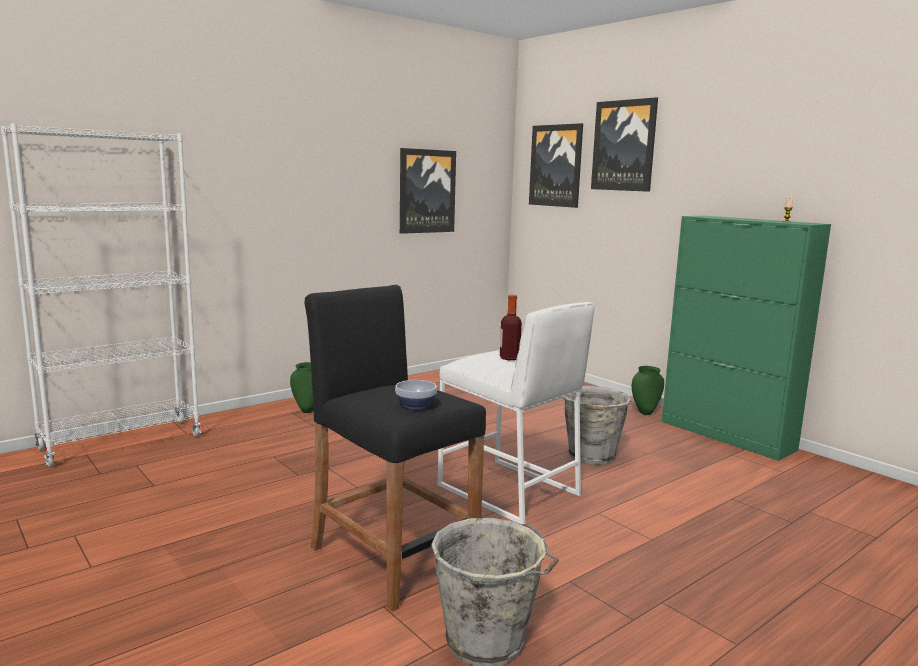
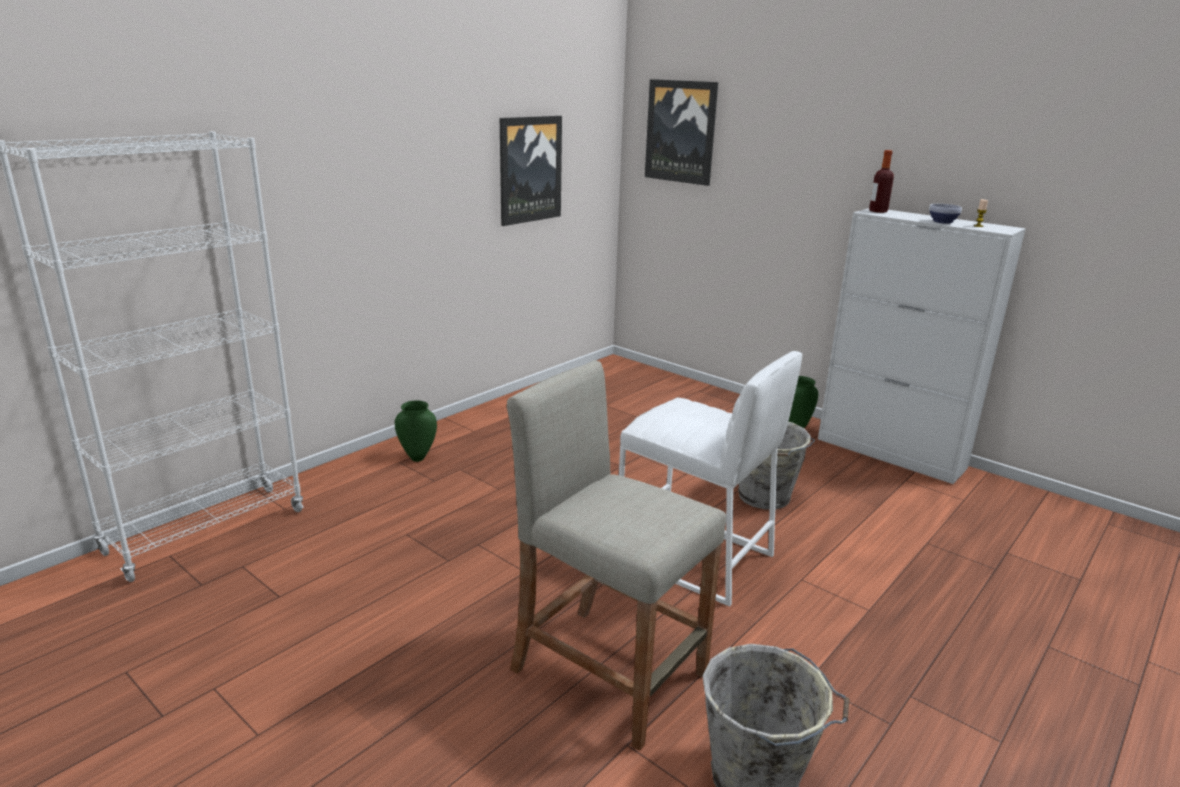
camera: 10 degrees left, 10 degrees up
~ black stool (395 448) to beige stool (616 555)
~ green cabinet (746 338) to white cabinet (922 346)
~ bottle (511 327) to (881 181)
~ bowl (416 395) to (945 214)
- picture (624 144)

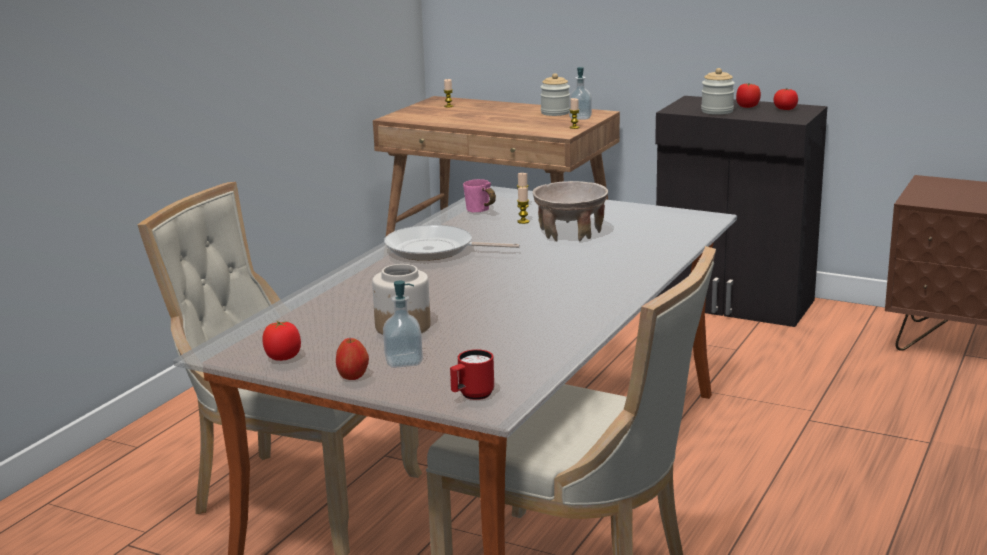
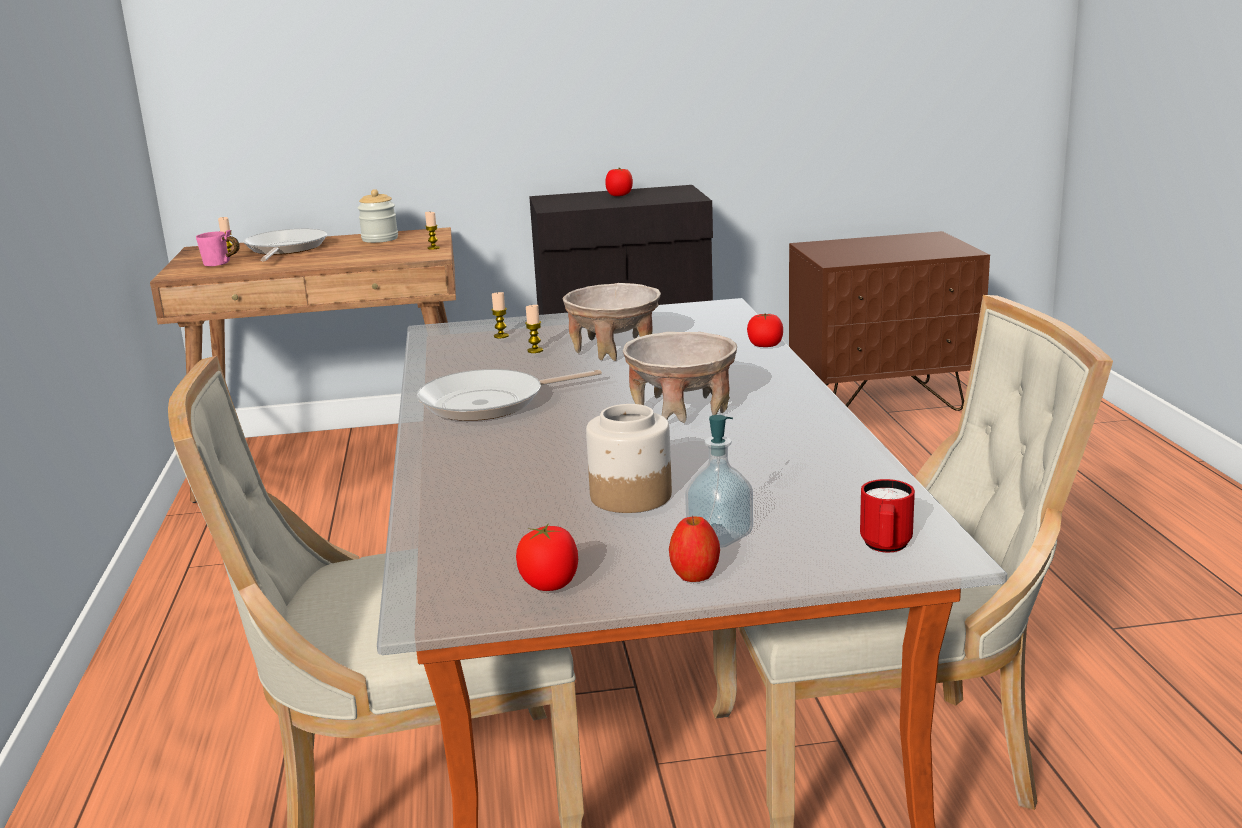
camera: 35 degrees left, 0 degrees up
~ pink mug (479 195) to (218 248)
+ frying pan (285 245)
+ beige bowl (680 377)
~ tomato (786 99) to (765 330)
- soap dispenser (580 93)
- jar (718 91)

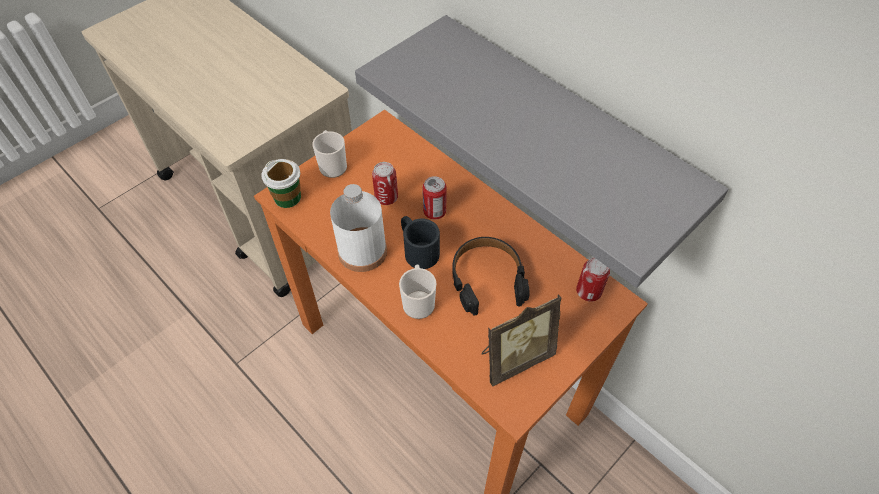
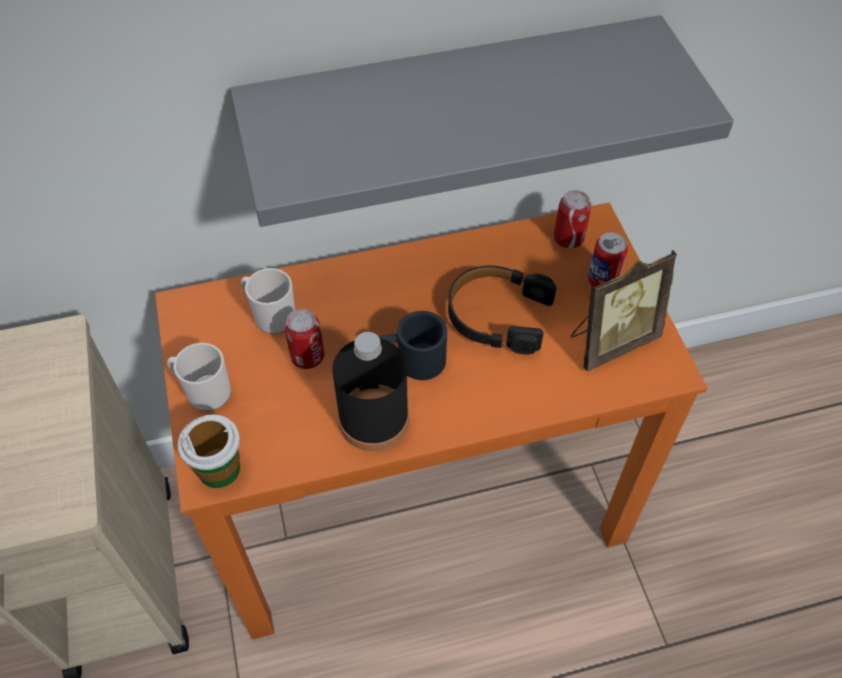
camera: 60 degrees left, 0 degrees up
~ mug (417 292) to (268 301)
~ white bottle (358 228) to black bottle (370 391)
~ picture frame (522 340) = (624 310) 60 degrees clockwise
~ can (435 198) to (608 260)

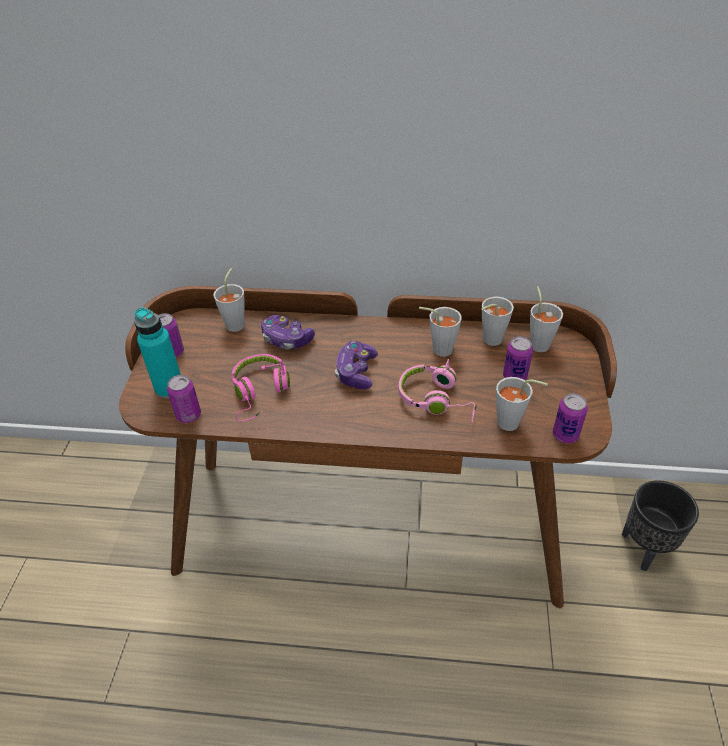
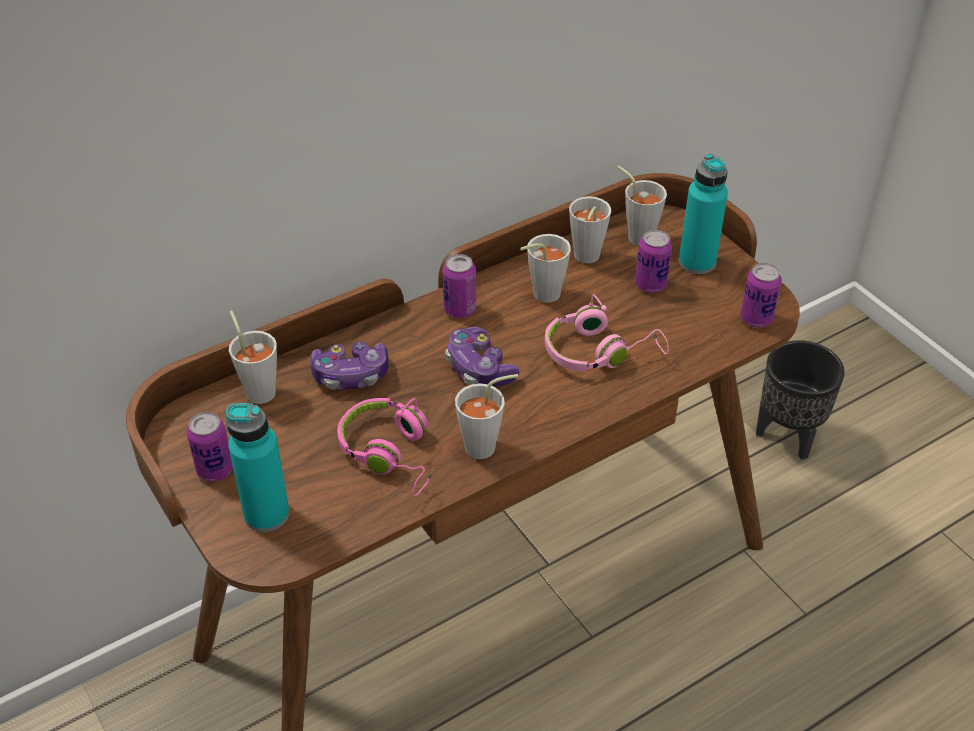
camera: 40 degrees left, 0 degrees up
~ can (184 399) to (459 286)
~ grey cup (522 404) to (486 416)
+ turquoise bottle (703 214)

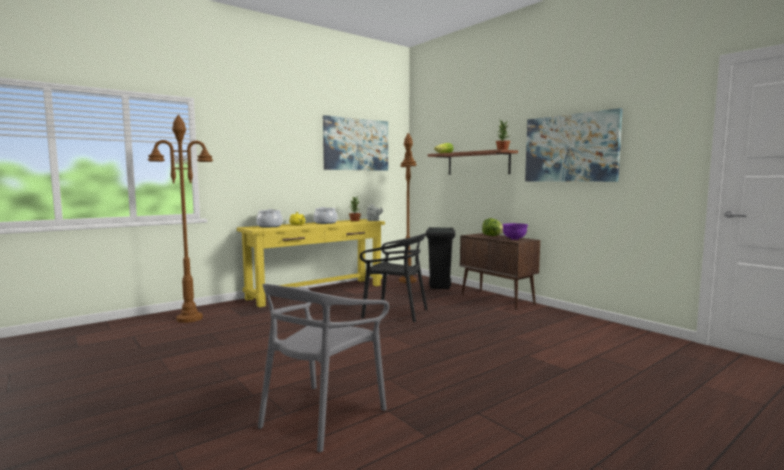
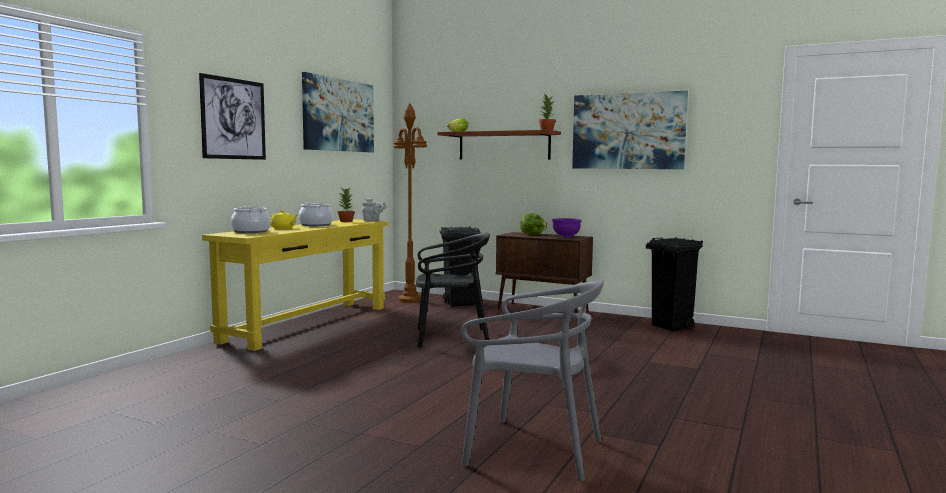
camera: 25 degrees left, 0 degrees up
+ picture (232 116)
~ grey chair (323 368) = (532 380) 75 degrees counterclockwise
+ black trash can (674 284)
- brown floor lamp (180 218)

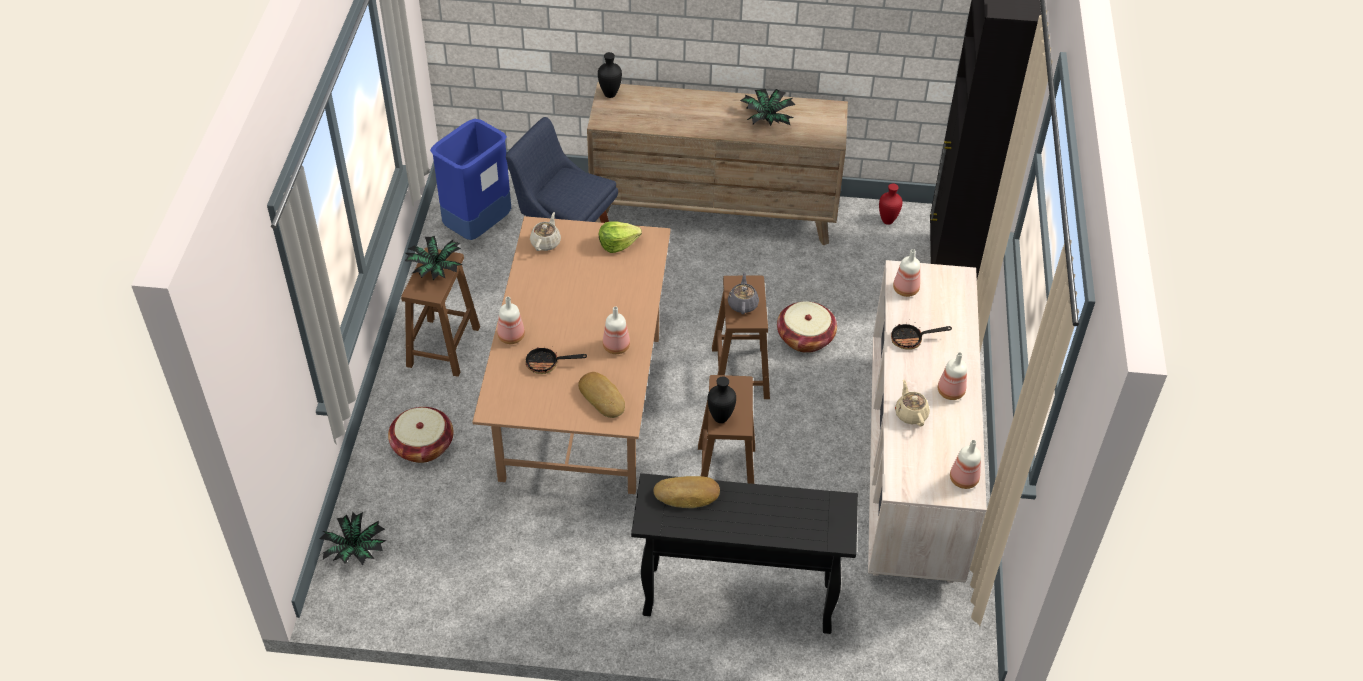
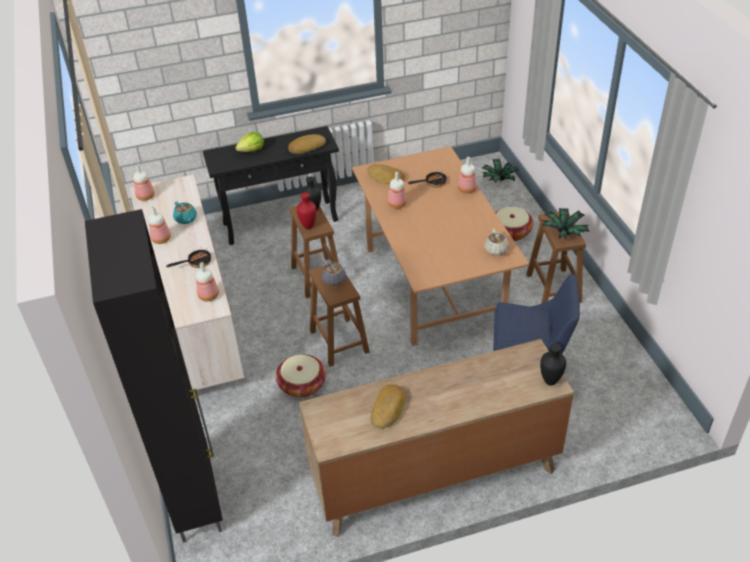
camera: 160 degrees right, 5 degrees down
~ beige teapot (912 402) to turquoise teapot (185 212)
~ lettuce (620 237) to (249 142)
~ red vase (891 204) to (307 211)
~ potted plant (767 107) to bread (387 406)
- blue trash can (470 179)

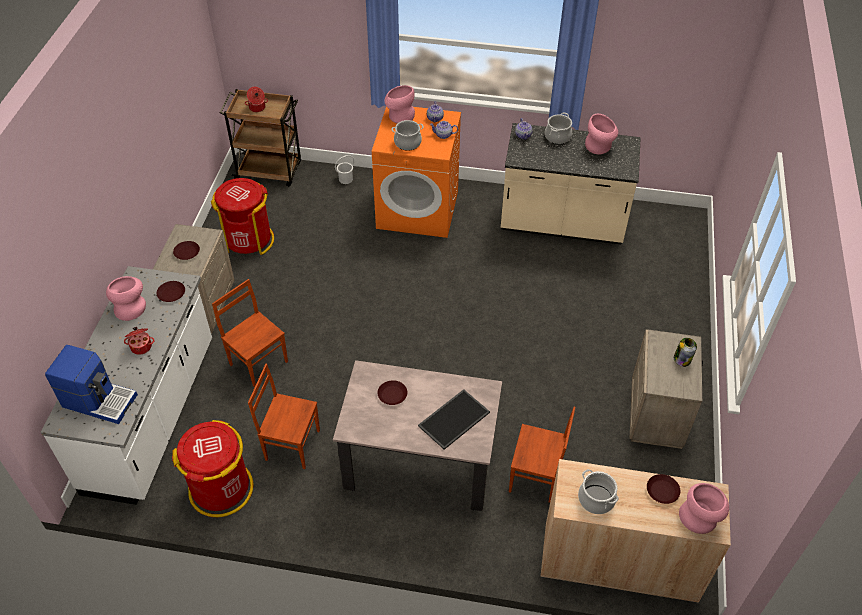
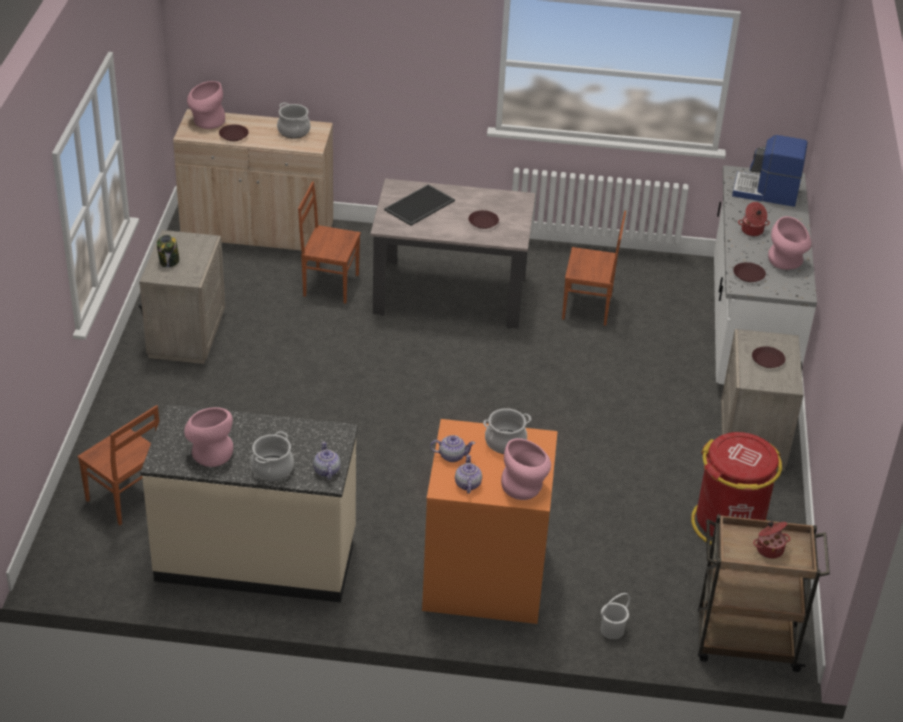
camera: 175 degrees right, 10 degrees down
~ brown chair (250 333) to (118 465)
- red trash can (212 468)

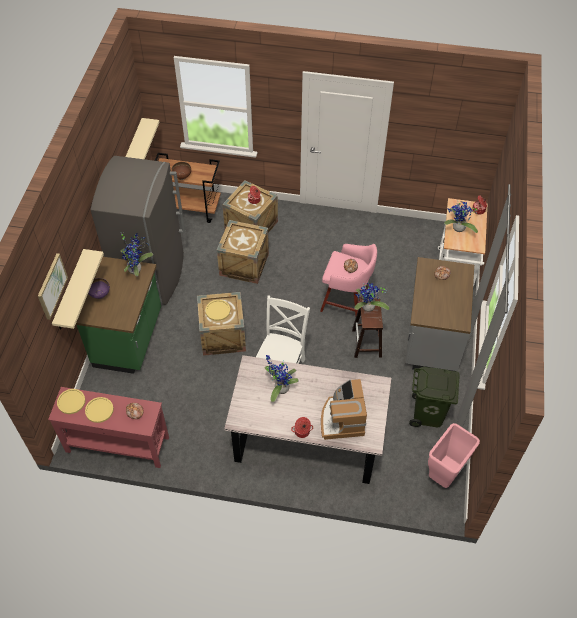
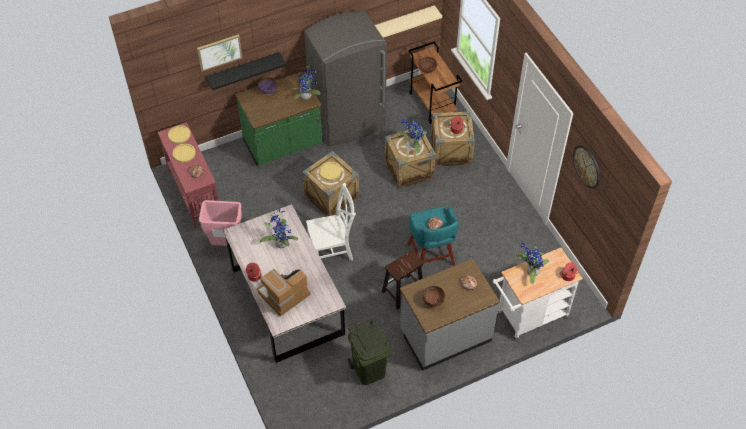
camera: 55 degrees right, 0 degrees up
~ pink trash can (454 455) to (220 223)
~ beige shelf (78 289) to black shelf (246 71)
~ potted plant (371 297) to (412 136)
~ pink stool (348 280) to turquoise stool (433 237)
+ brown bowl (434 296)
+ wall clock (586 166)

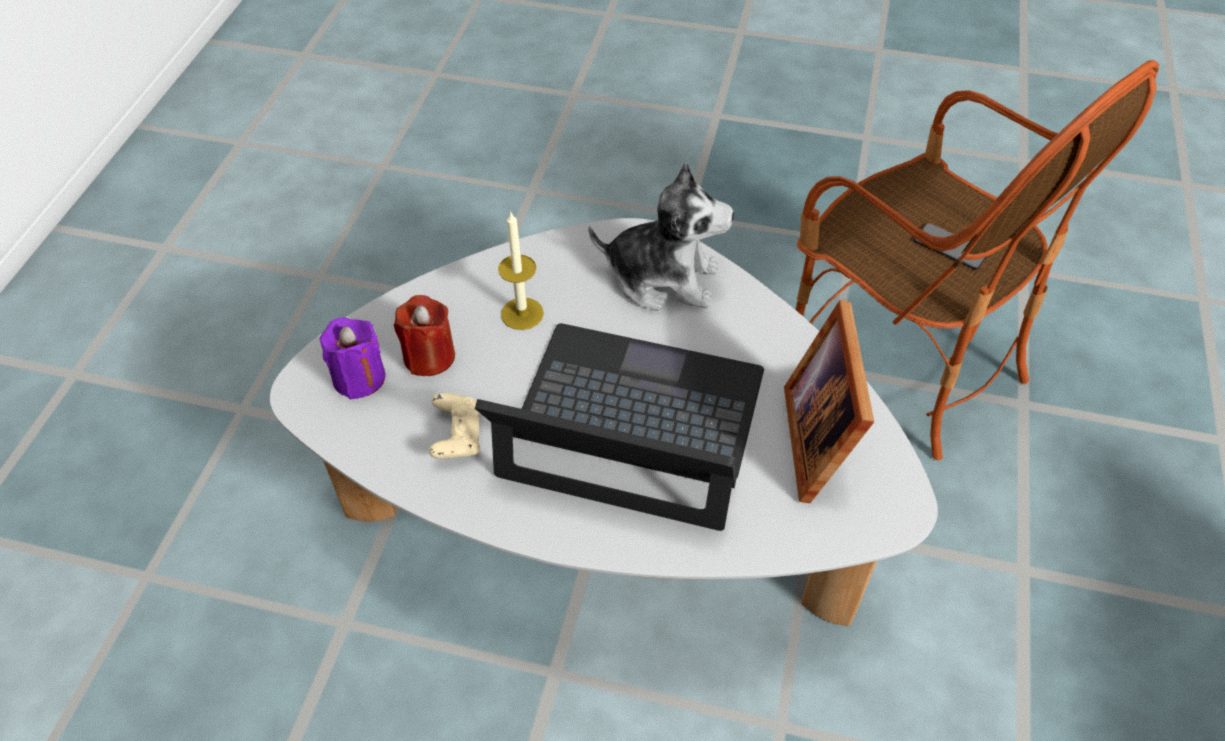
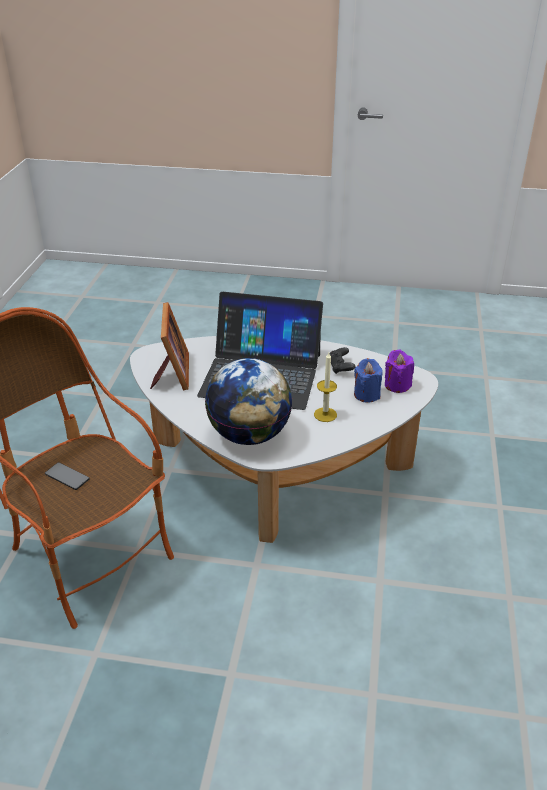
camera: 175 degrees right, 15 degrees down
~ plush toy (661 237) to globe (248 401)
~ beige game controller (455 426) to black game controller (342 360)
~ red candle (424 335) to blue candle (368 380)

